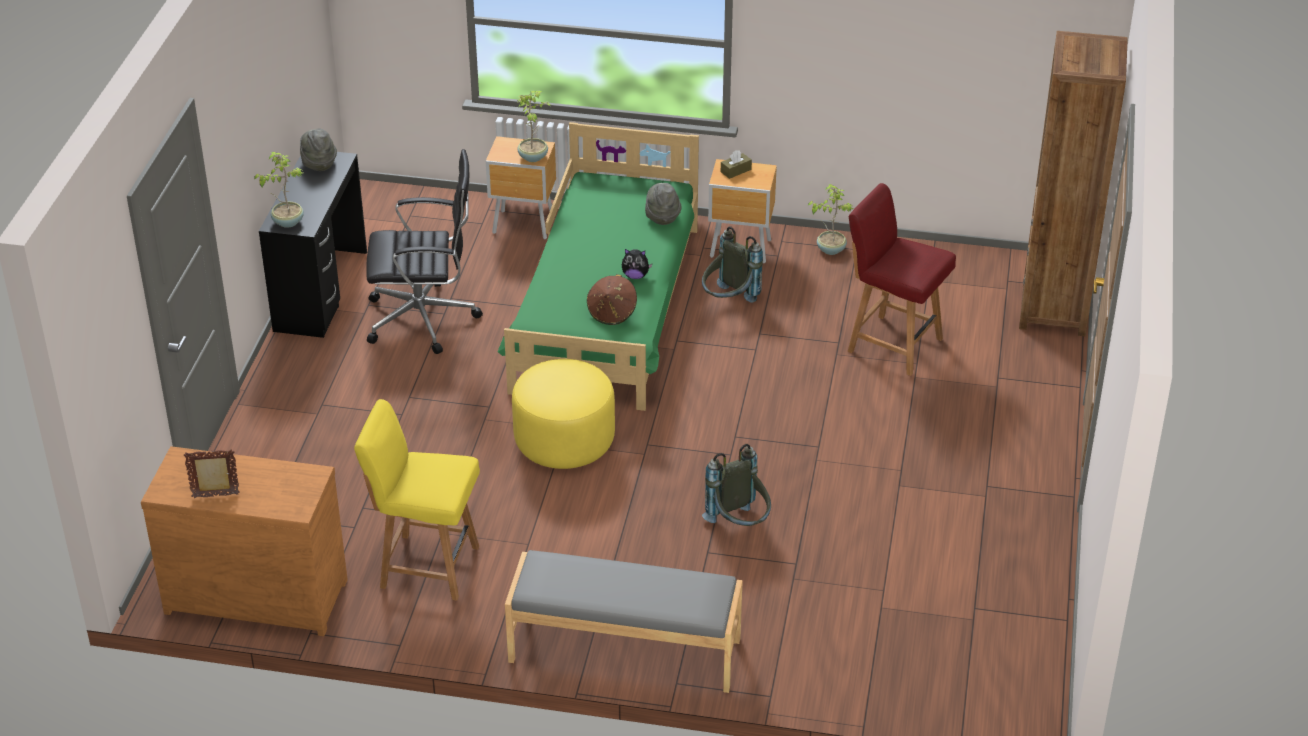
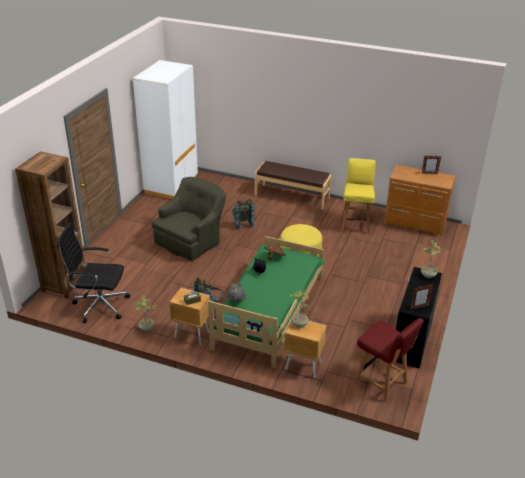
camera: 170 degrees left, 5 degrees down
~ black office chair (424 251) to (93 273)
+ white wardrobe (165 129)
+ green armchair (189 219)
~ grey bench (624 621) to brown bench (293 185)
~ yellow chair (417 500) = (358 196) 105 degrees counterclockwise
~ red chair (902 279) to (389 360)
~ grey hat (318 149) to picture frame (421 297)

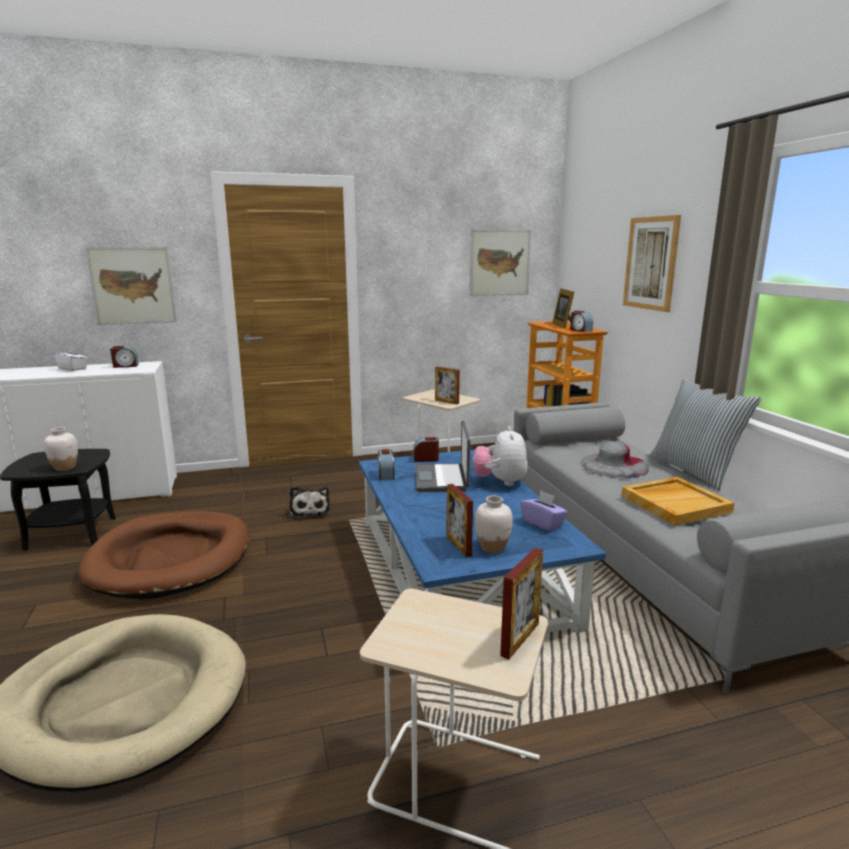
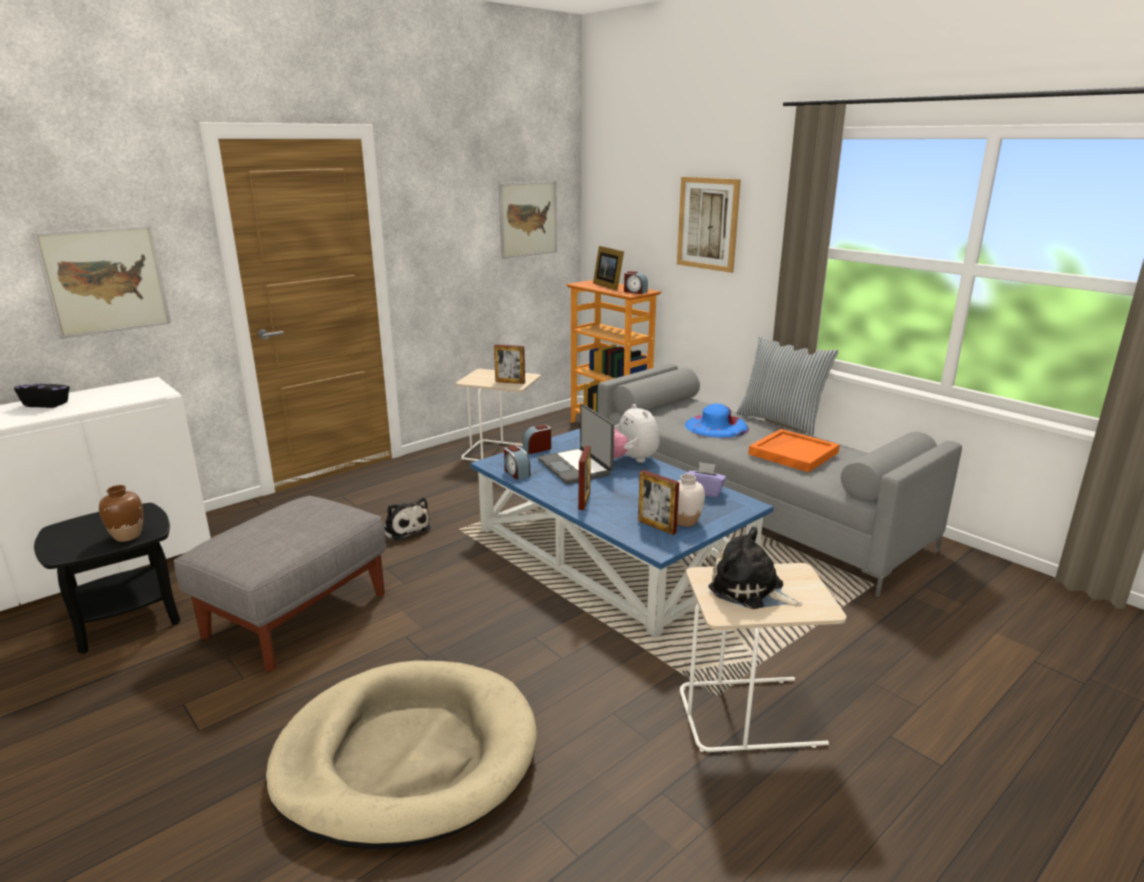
camera: 25 degrees left, 5 degrees up
~ white tissue box (71 358) to black tissue box (42 390)
~ white vase (61 449) to brown vase (121 513)
~ brown dog bed (163 555) to grey ottoman (280 584)
~ picture frame (521 604) to (585 478)
~ grey hat (614 459) to blue hat (717 421)
+ plush toy (755 568)
~ beige tray (678 501) to orange tray (794 450)
- alarm clock (124 357)

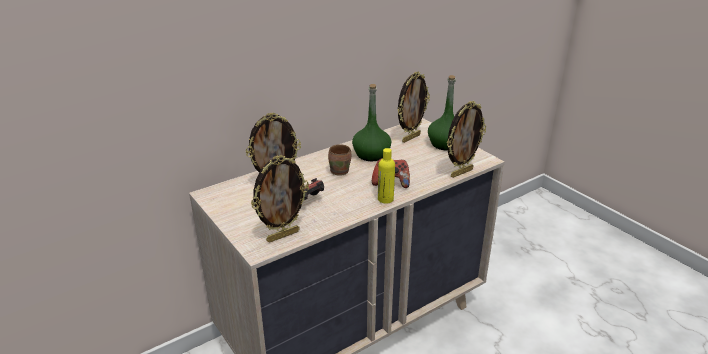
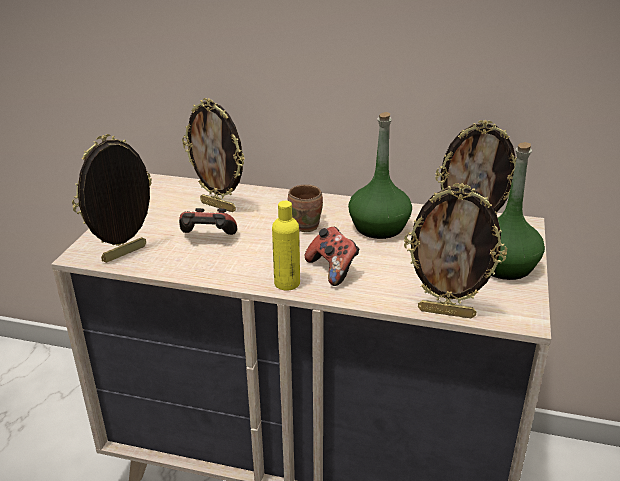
camera: 50 degrees right, 0 degrees up
~ picture frame (280 199) = (112 198) 120 degrees clockwise

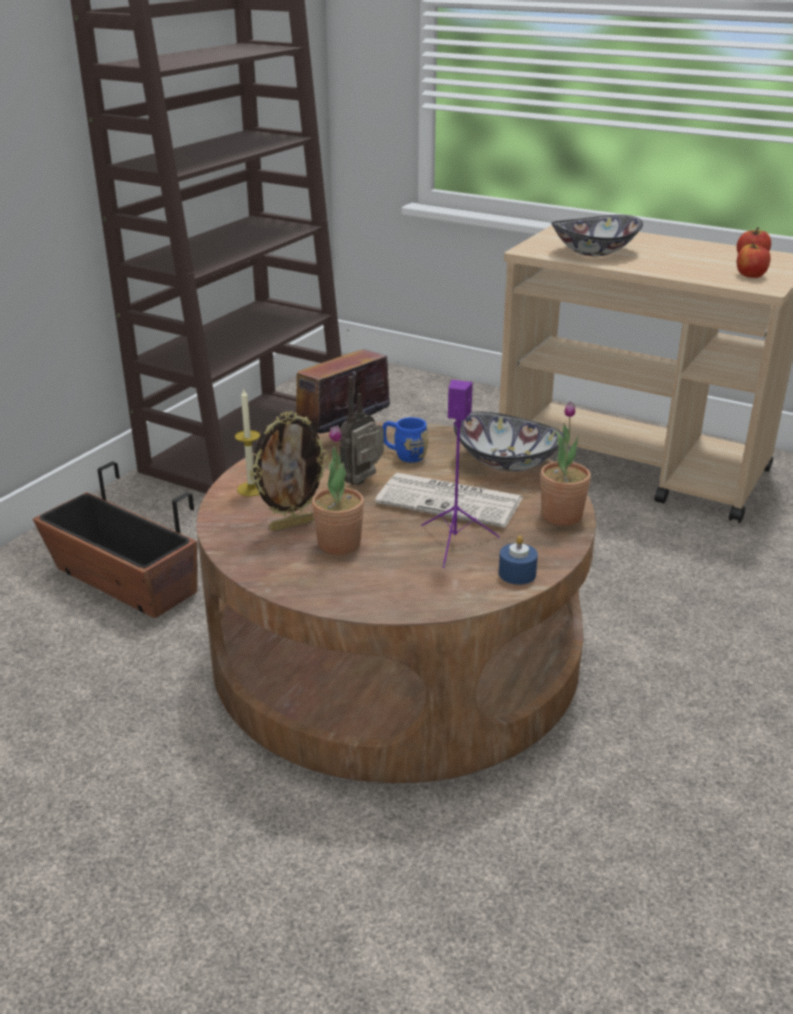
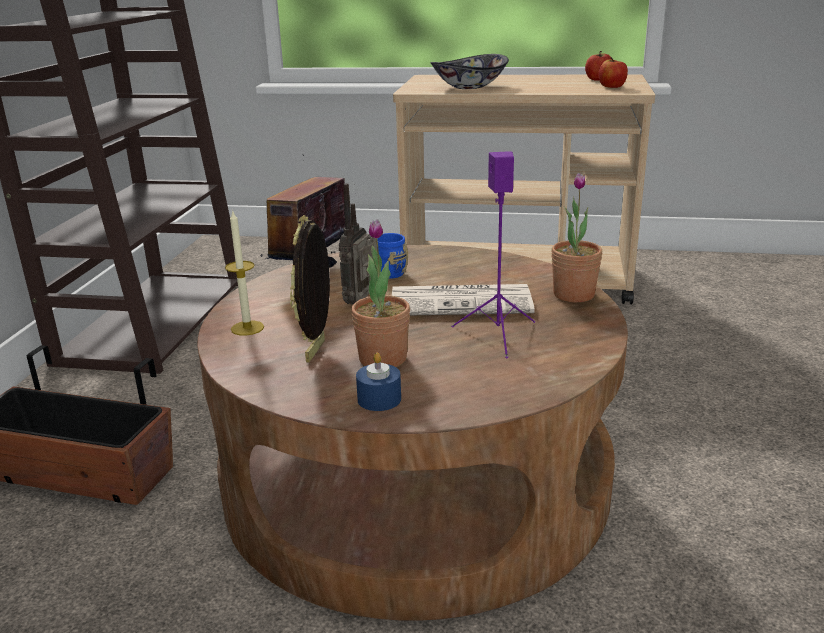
camera: 20 degrees left, 5 degrees down
~ picture frame (289 471) = (310 288) 150 degrees clockwise
~ blue candle (518 560) to (378 382)
- bowl (509 442)

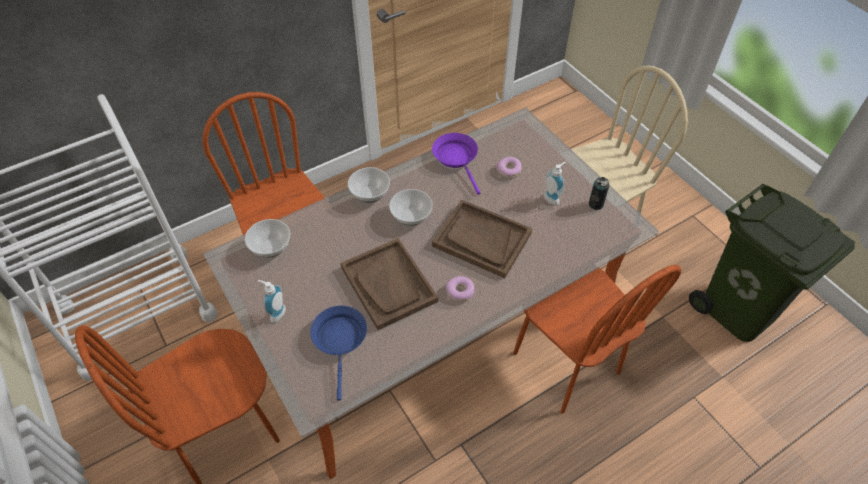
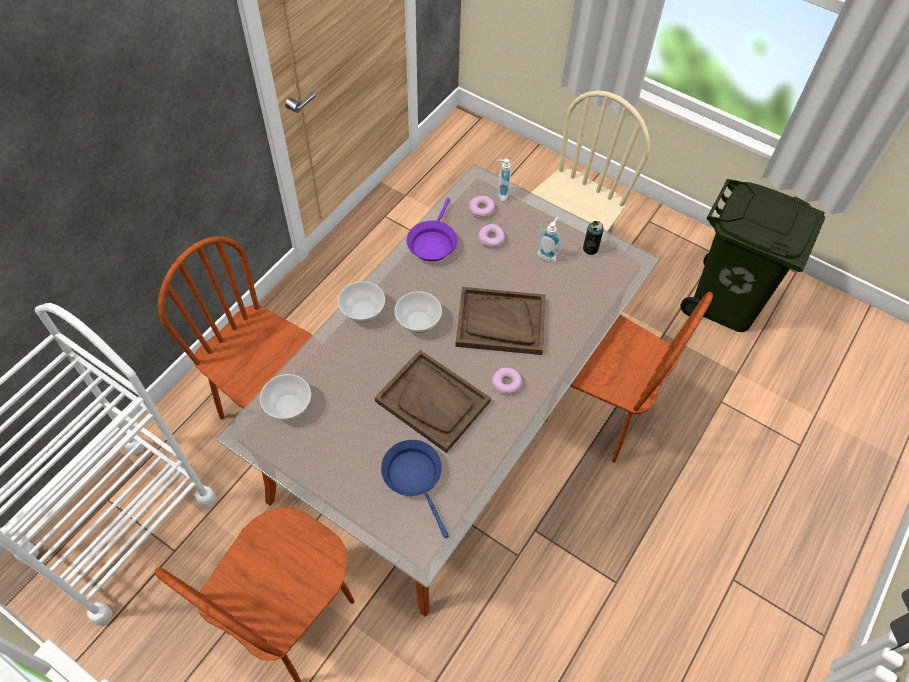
camera: 25 degrees left, 5 degrees up
~ purple frying pan (456 164) = (432 229) 120 degrees counterclockwise
+ donut (482 207)
~ soap dispenser (272 301) to (503 180)

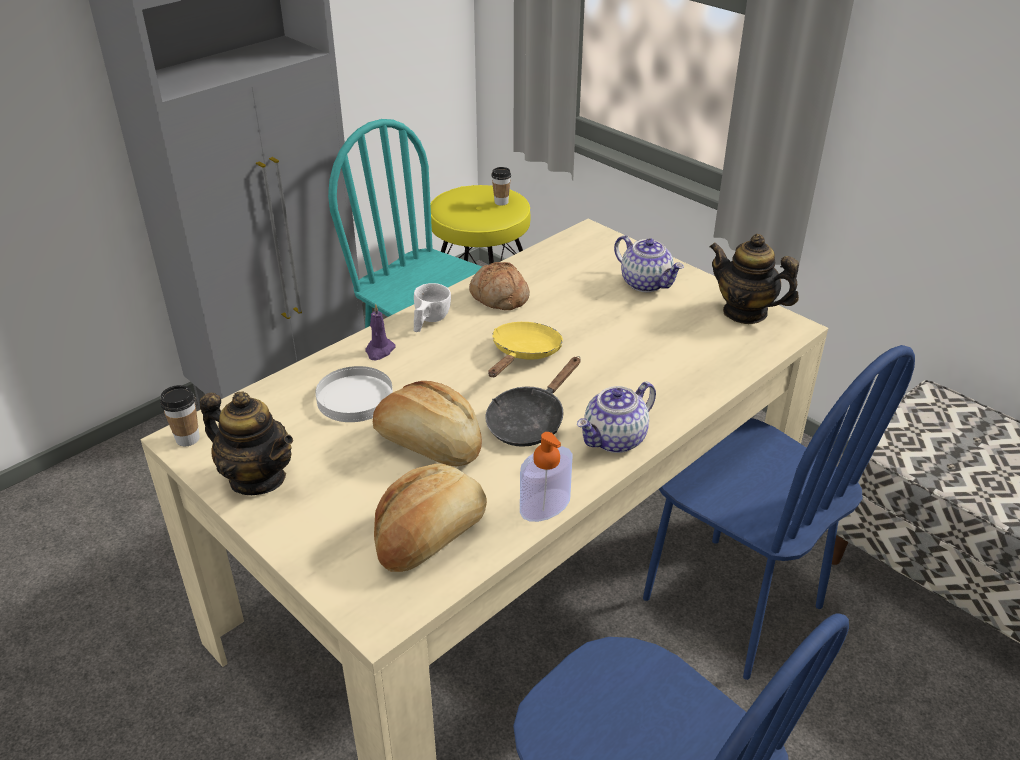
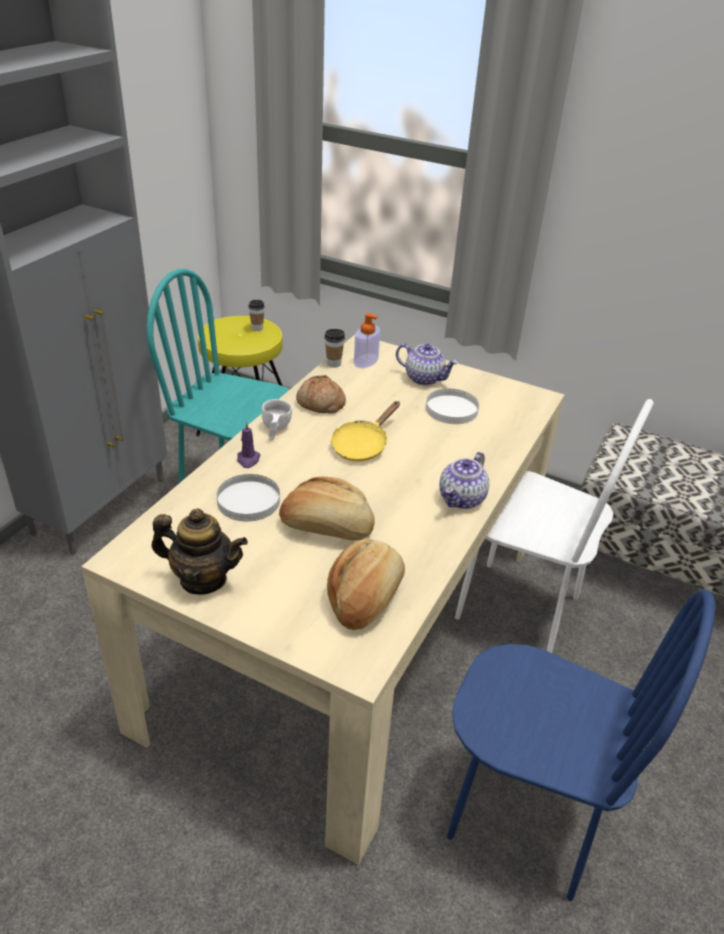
camera: 20 degrees left, 0 degrees up
~ cup (180 415) to (335 348)
~ yellow frying pan (525 349) = (365 431) 150 degrees counterclockwise
~ soap dispenser (546 477) to (367 340)
+ white plate (452 406)
~ blue chair (779 512) to white chair (554 526)
- black frying pan (533 401)
- teapot (754 279)

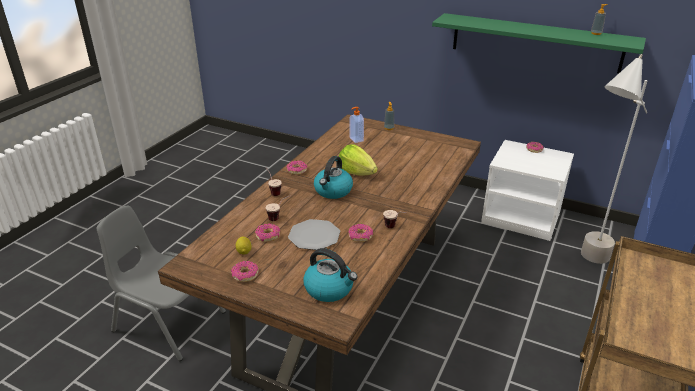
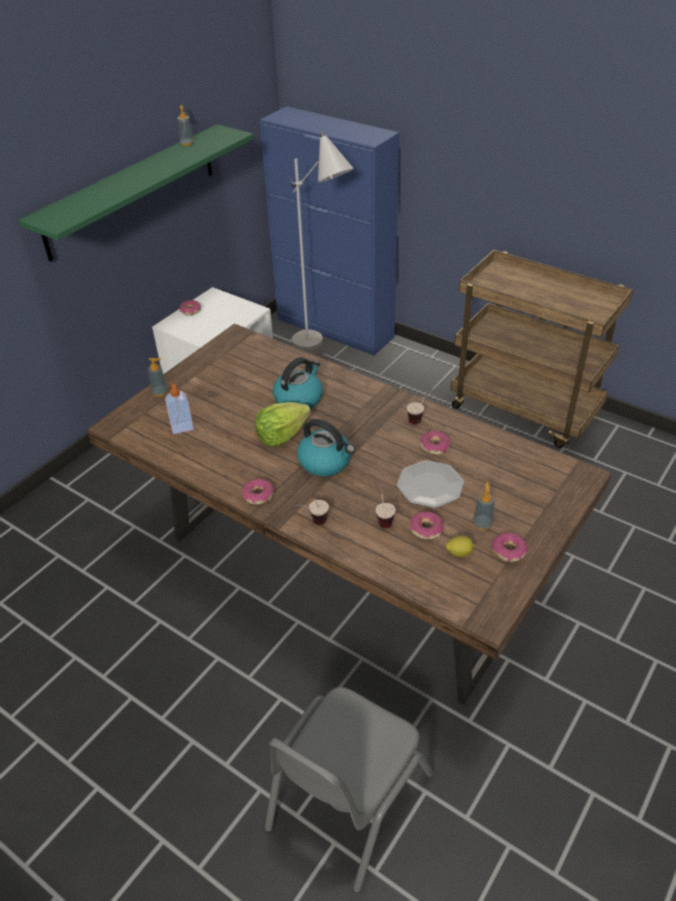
camera: 80 degrees left, 10 degrees up
~ kettle (330 275) to (298 383)
+ soap dispenser (483 506)

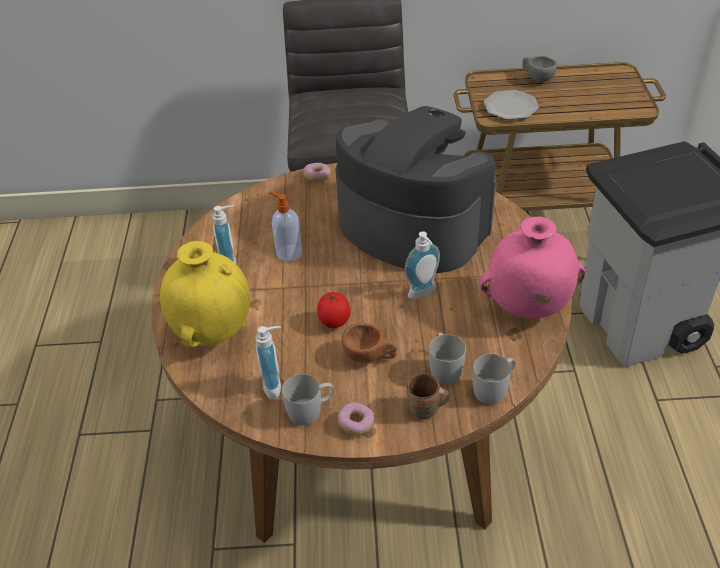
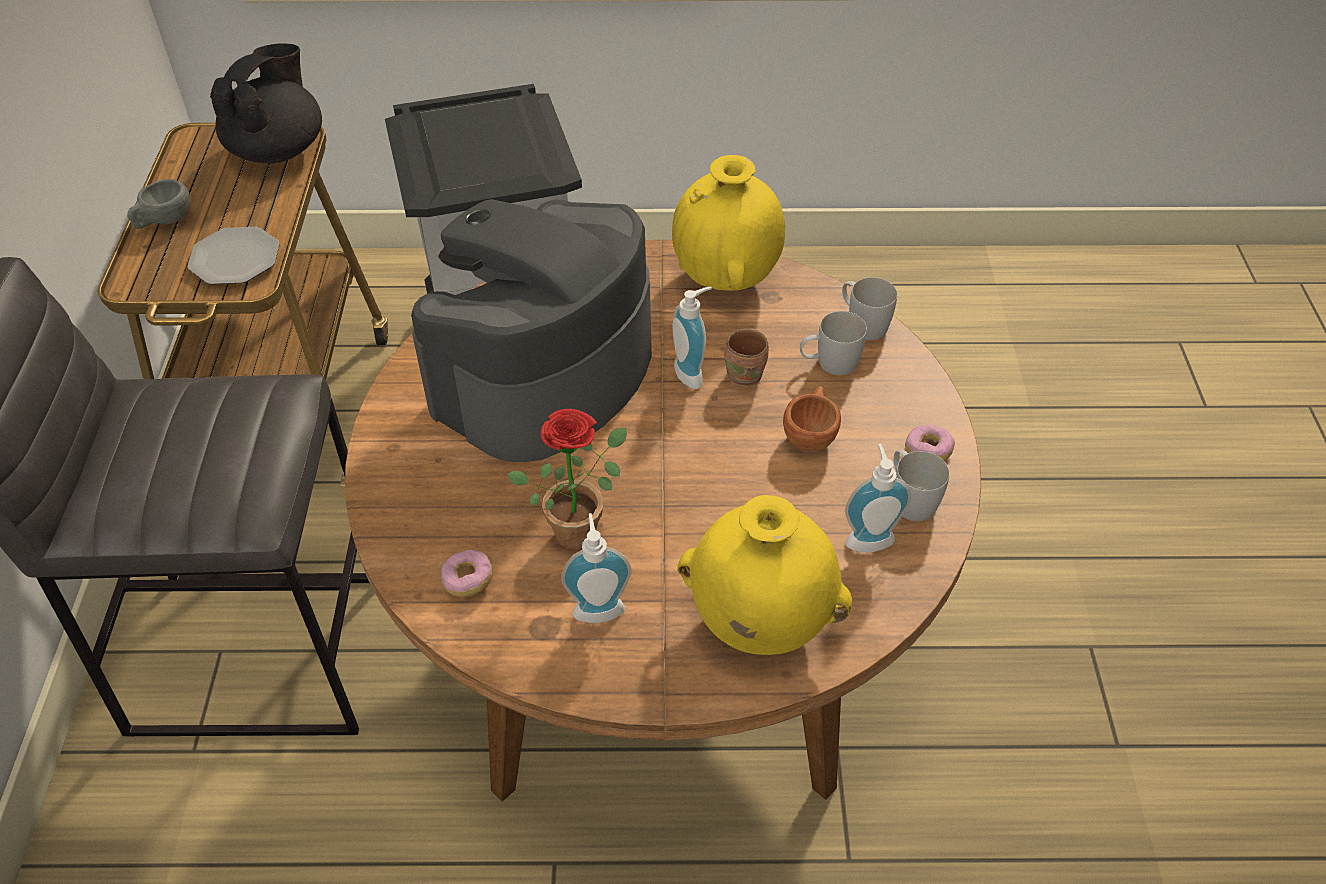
camera: 90 degrees left, 5 degrees up
+ black teapot (266 103)
~ donut (317 172) to (467 573)
~ soap dispenser (285 226) to potted plant (567 480)
~ pink vase (532 268) to yellow vase (728 223)
~ brown mug (428 396) to (746 357)
- tomato (334 310)

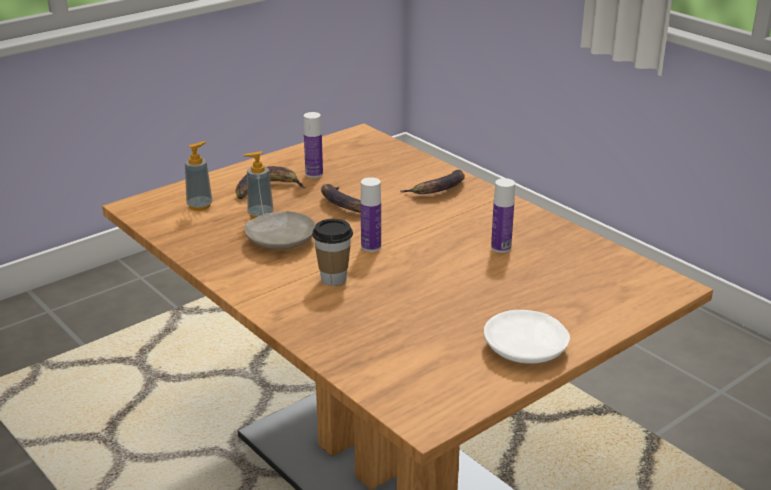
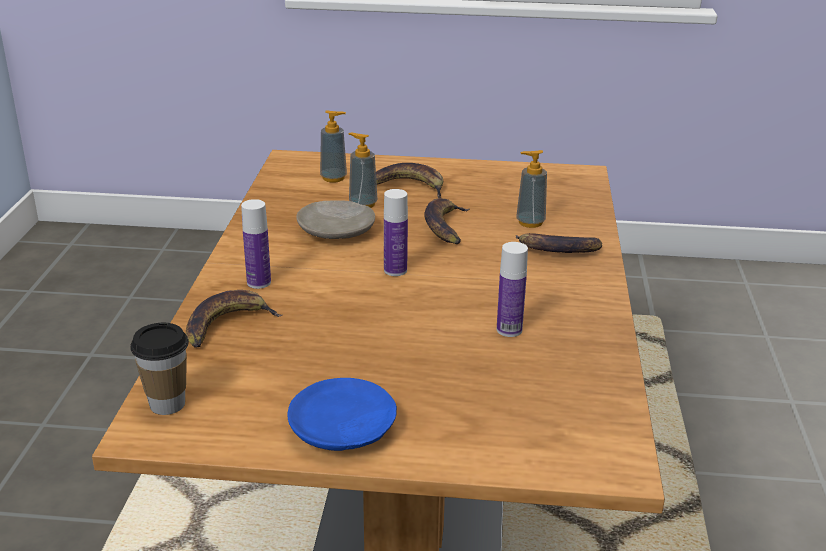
camera: 45 degrees right, 0 degrees up
~ cup (332 252) to (159 369)
+ banana (234 318)
~ bottle (313 145) to (256 244)
~ white plate (527 337) to blue plate (342 414)
+ soap dispenser (531 189)

